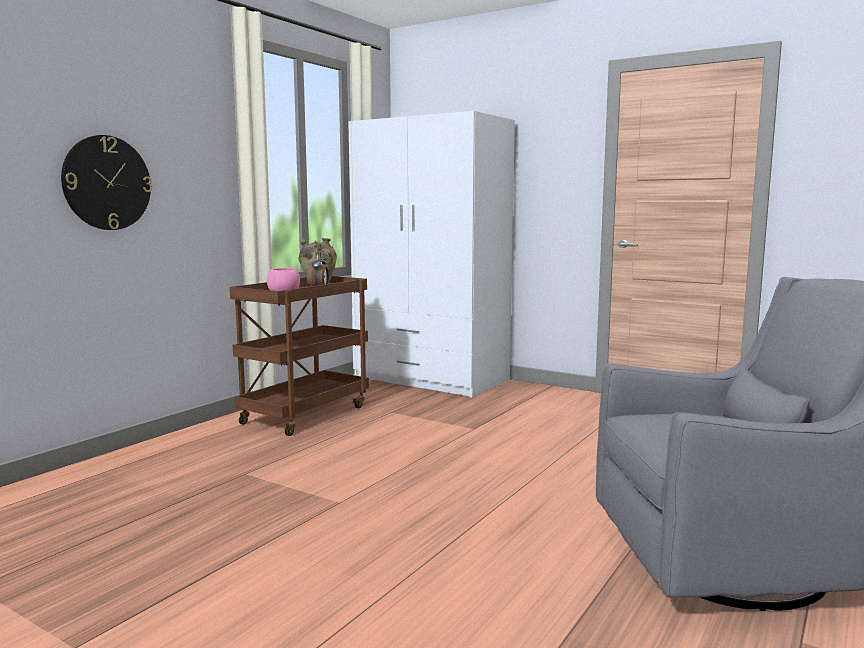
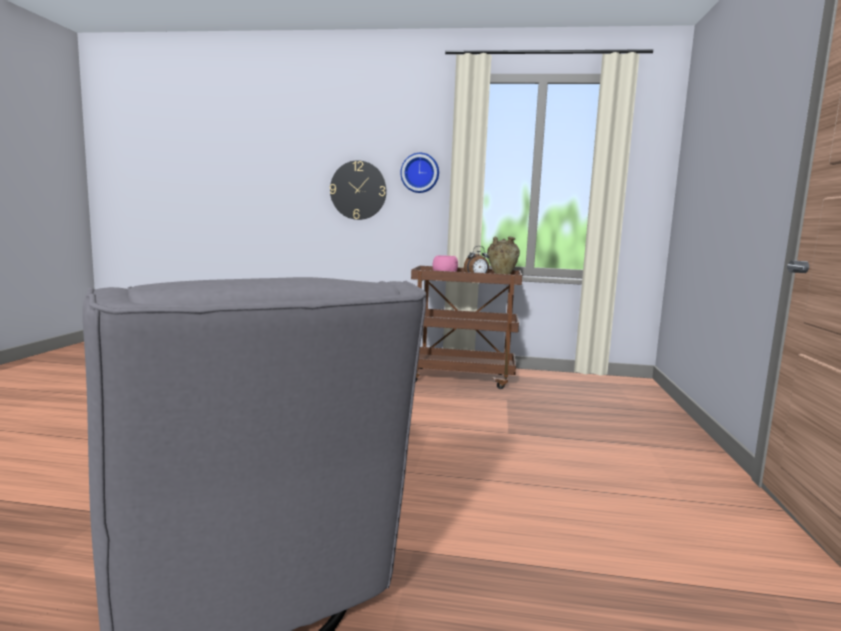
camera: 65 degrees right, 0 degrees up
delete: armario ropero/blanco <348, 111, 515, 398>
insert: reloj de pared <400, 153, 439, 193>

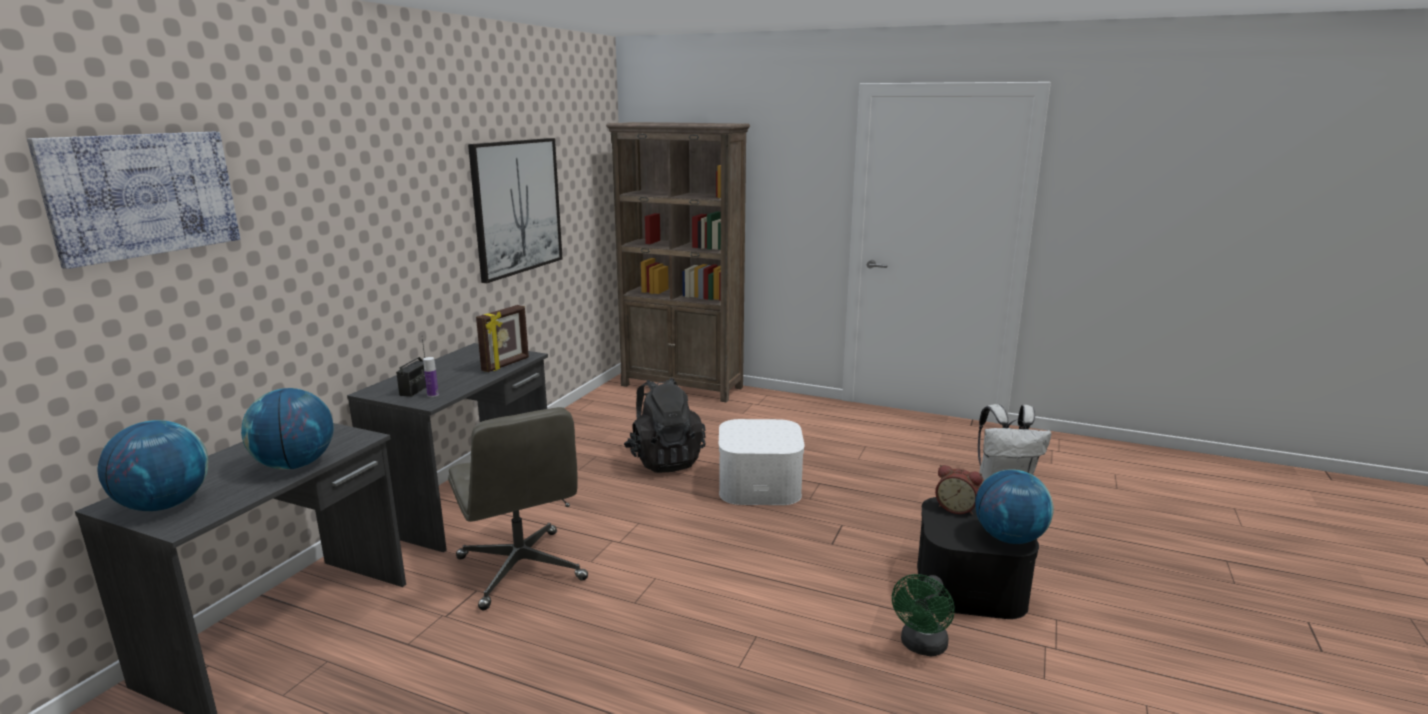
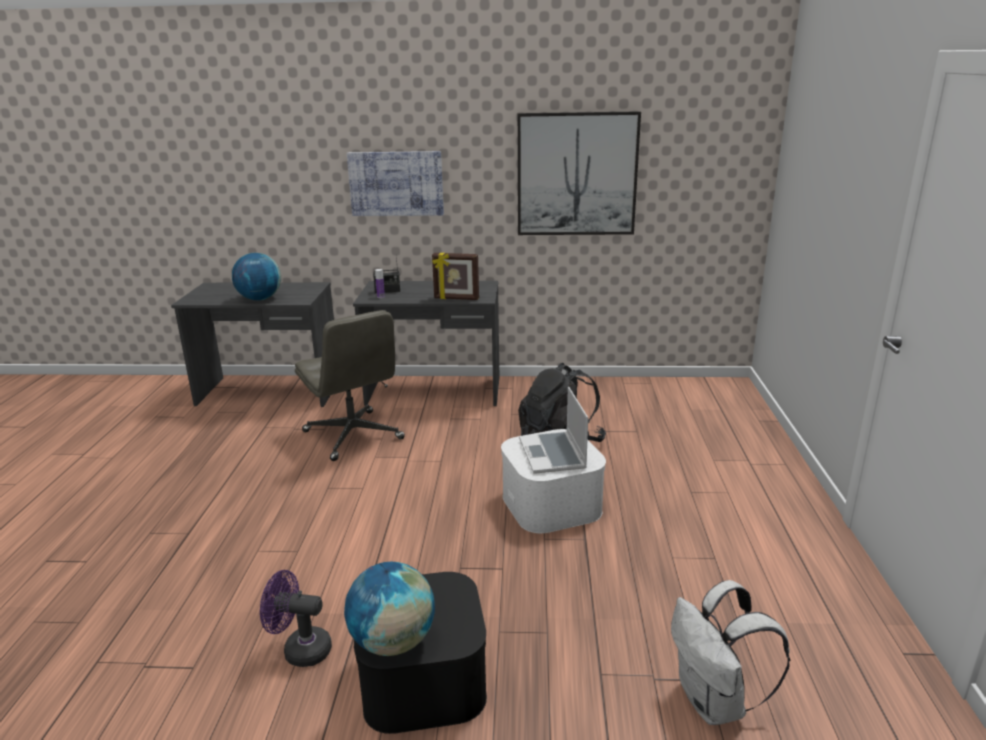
camera: 70 degrees right, 5 degrees up
delete: globo terráqueo <98, 420, 208, 511>; estantería/marrón <606, 122, 750, 402>; despertador <935, 465, 983, 515>
insert: portátil <519, 387, 588, 474>
move: cuadro <27, 132, 240, 269> to <347, 151, 444, 216>
recolor: ventilador/verde <892, 574, 955, 656> to ventilador/morado <260, 570, 332, 667>
rotate: silla de oficina/gris <448, 407, 588, 610> = <295, 310, 405, 461> 75 degrees counterclockwise

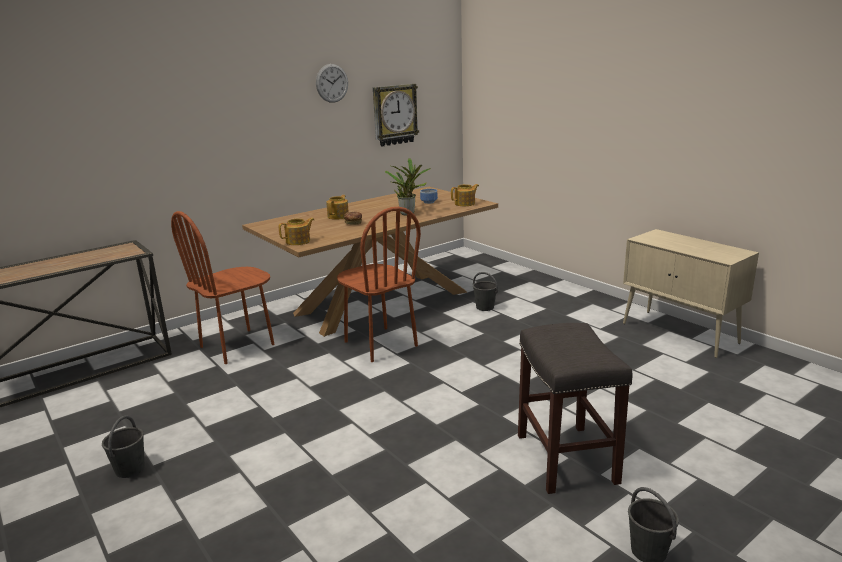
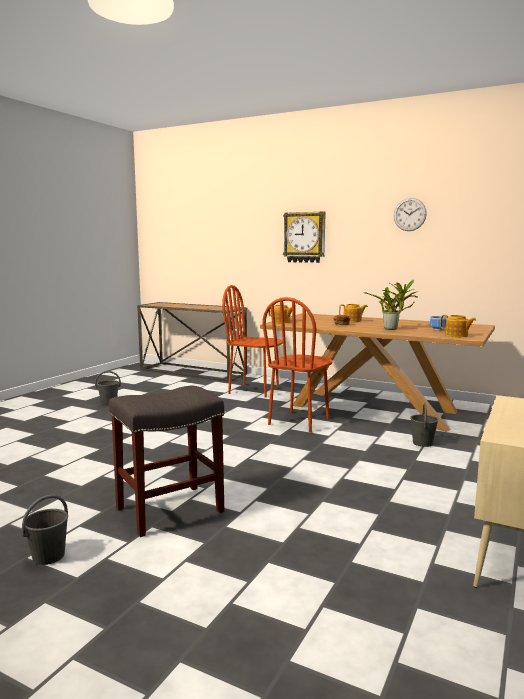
camera: 65 degrees right, 10 degrees down
move: reloj de pared <373, 84, 419, 147> to <283, 211, 326, 263>

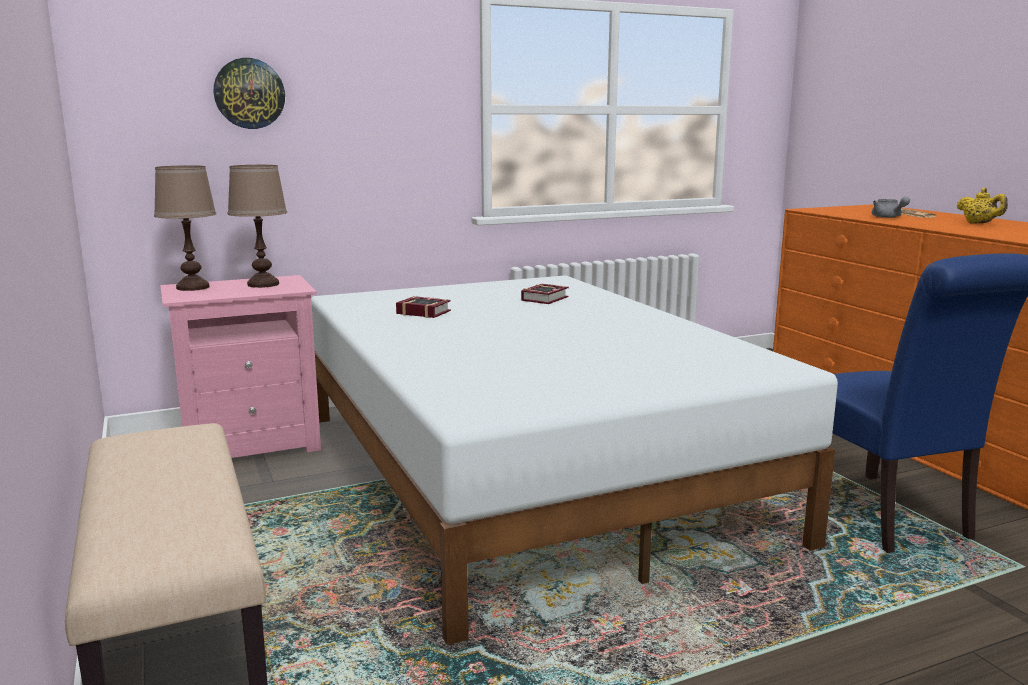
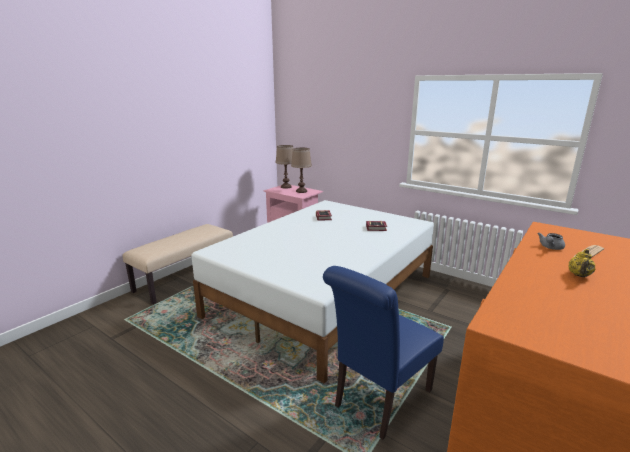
camera: 60 degrees right, 5 degrees up
delete: reloj de pared <214, 58, 285, 129>

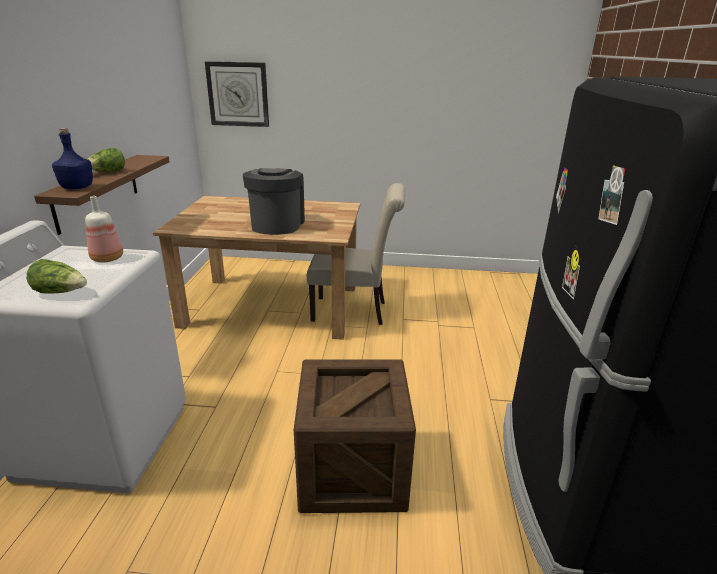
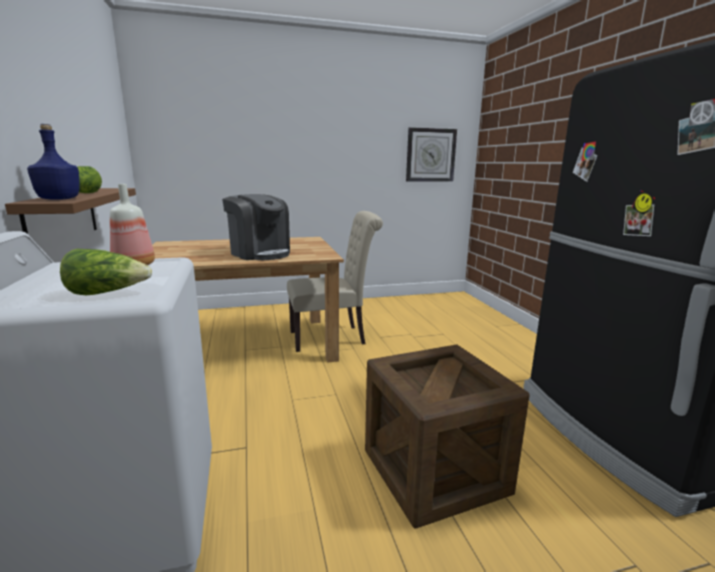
camera: 20 degrees left, 10 degrees down
move: reloj de pared <205, 61, 269, 127> to <406, 127, 457, 182>
rotate: cafetera <243, 168, 305, 235> = <222, 194, 290, 260> 150 degrees clockwise

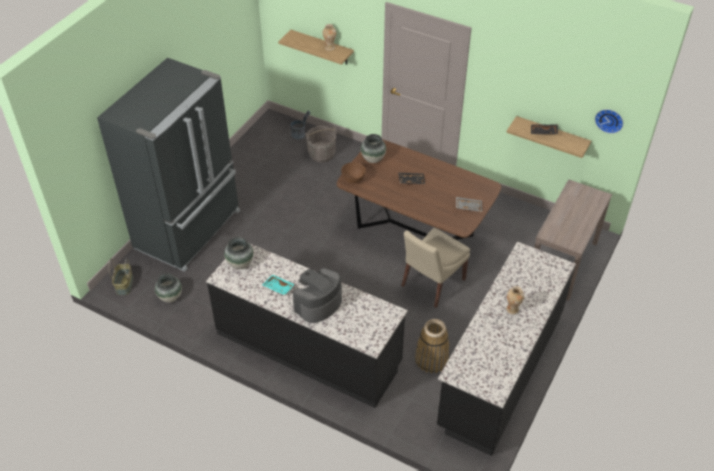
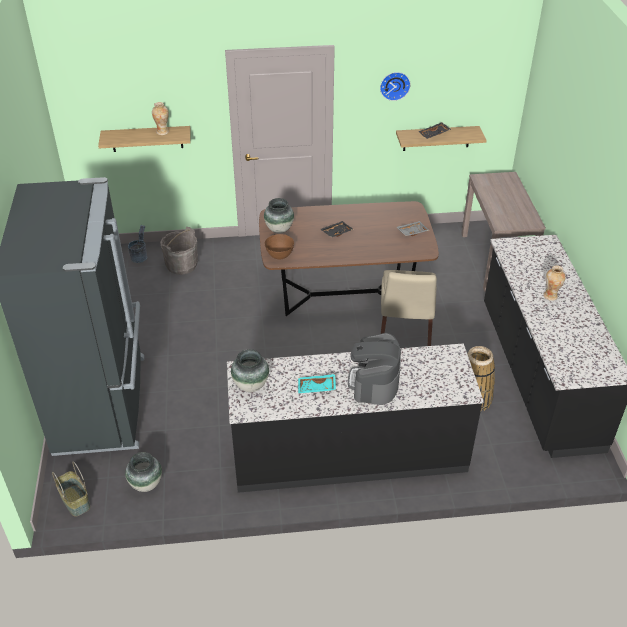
camera: 35 degrees left, 5 degrees down
move: reloj de pared <595, 109, 623, 134> to <380, 72, 411, 101>

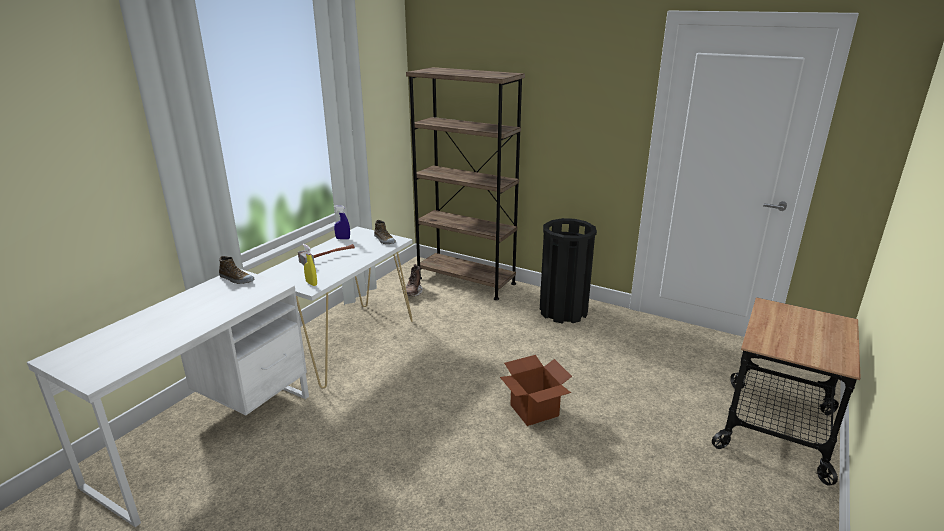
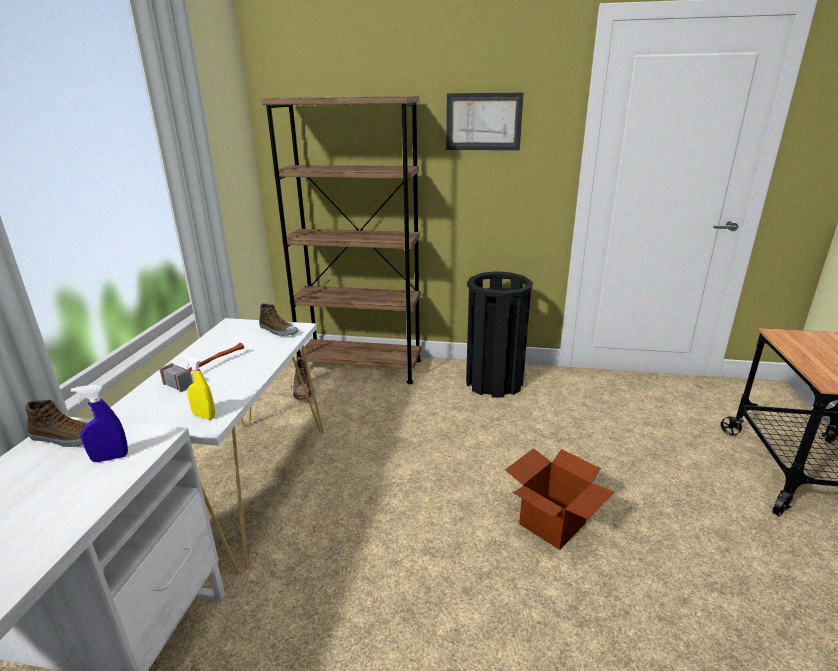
camera: 20 degrees left, 0 degrees up
insert: cuadro <446, 93, 523, 150>
move: pulverizador/azul <334, 206, 350, 239> to <71, 385, 128, 462>

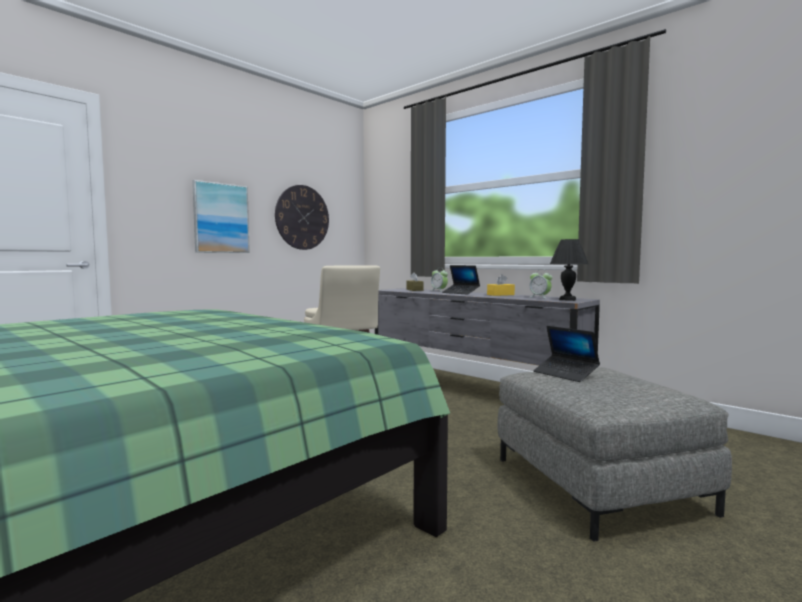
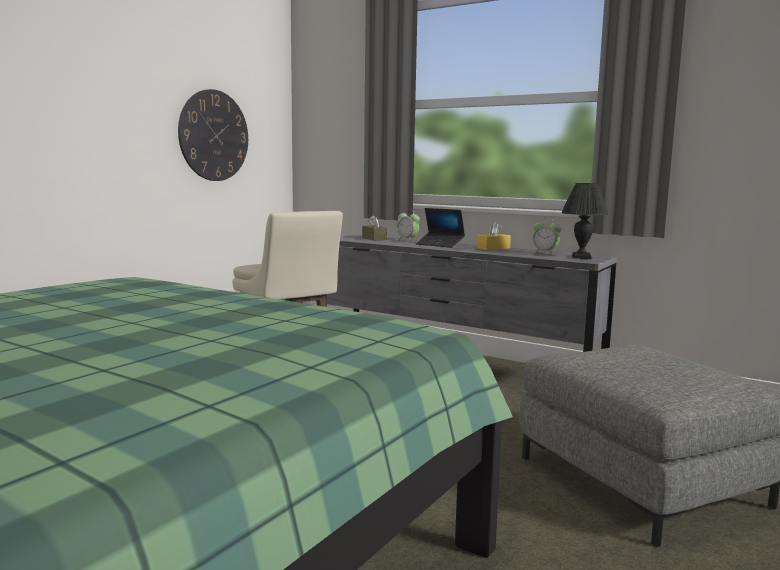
camera: 10 degrees left, 5 degrees up
delete: cuadro <192, 180, 250, 253>; portátil <533, 326, 600, 382>

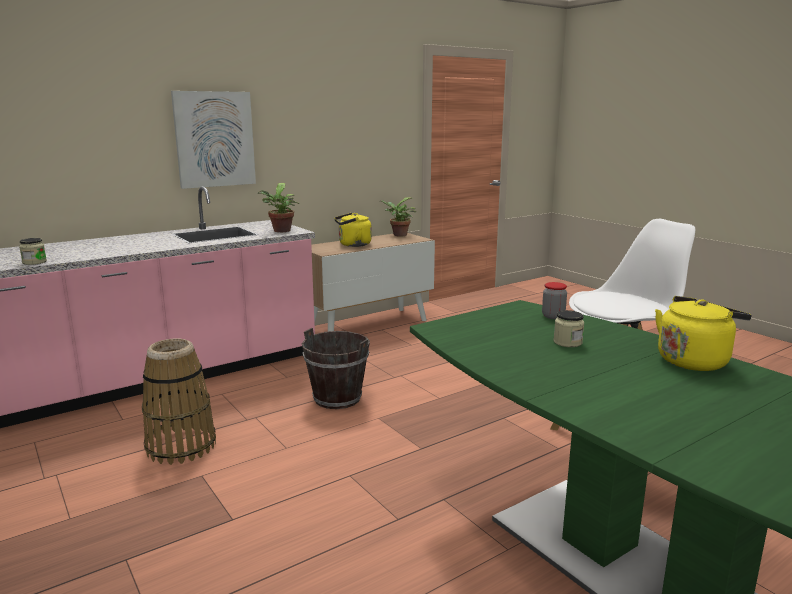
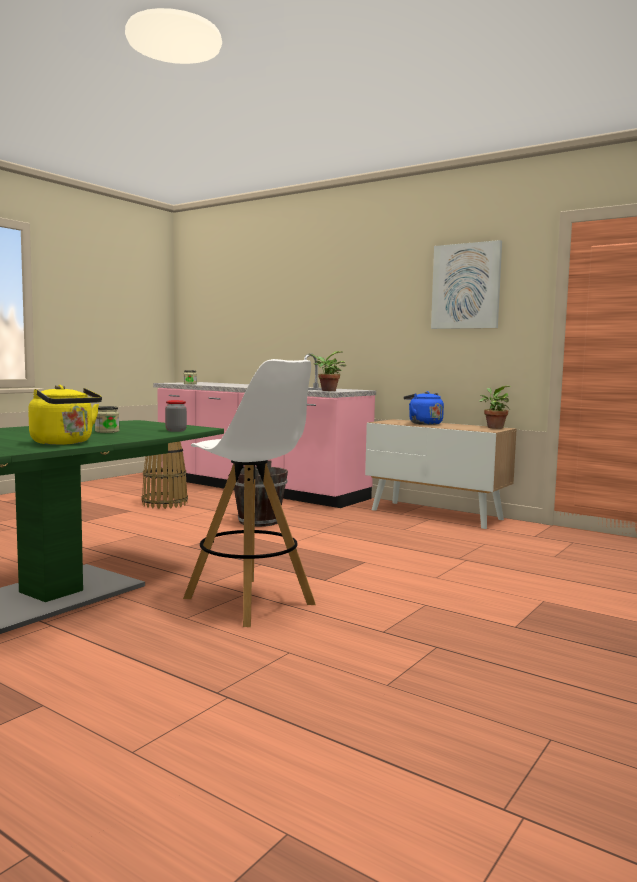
camera: 70 degrees right, 10 degrees down
move: cuadro <171, 91, 256, 189> to <431, 240, 502, 329>
recolor: hervidor/amarillo <334, 213, 372, 247> to hervidor/azul <404, 391, 444, 425>

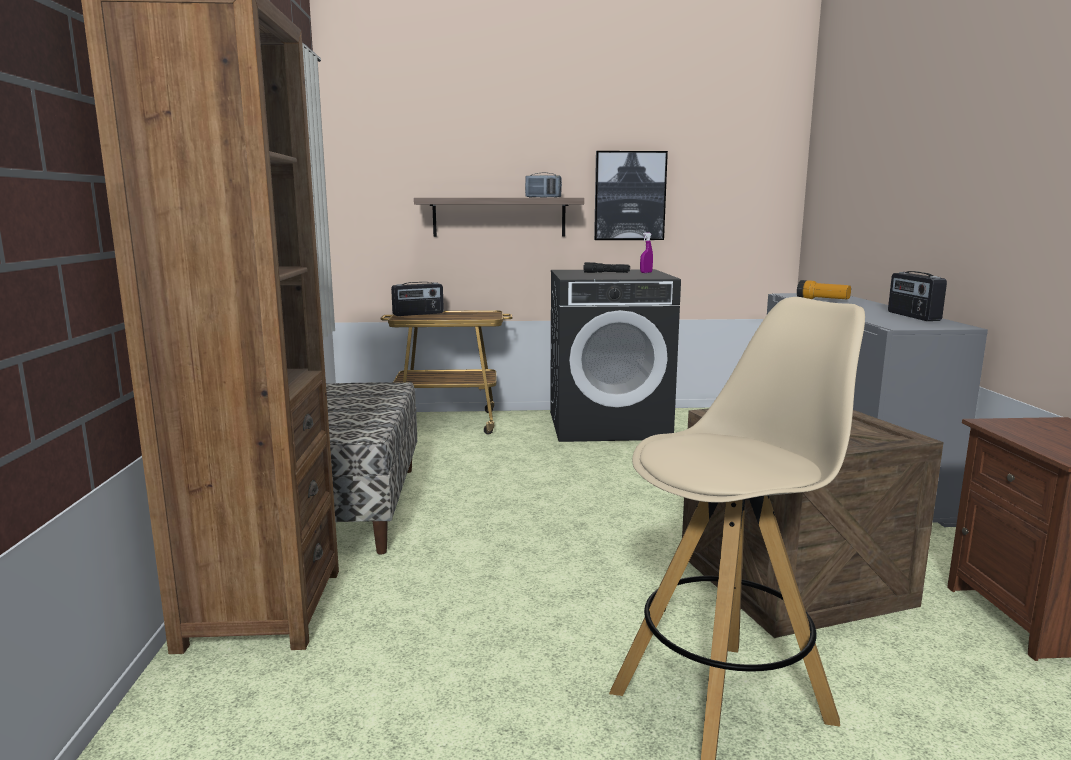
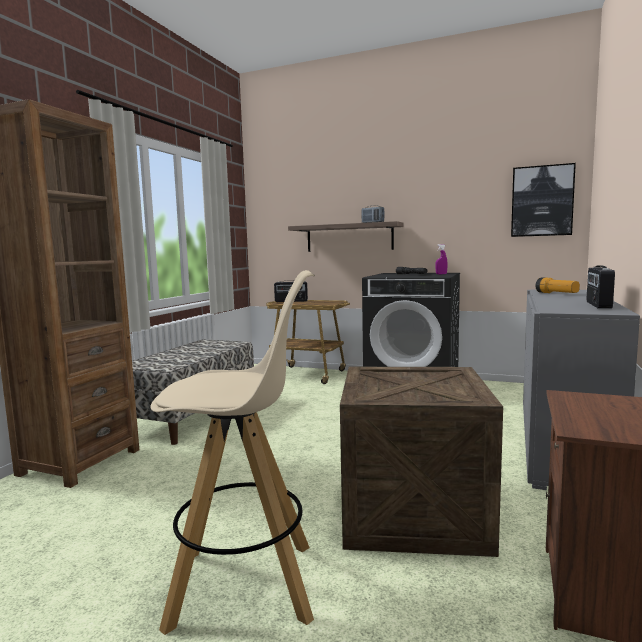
camera: 25 degrees right, 5 degrees down
move: cuadro <594, 151, 668, 240> to <511, 163, 576, 237>

